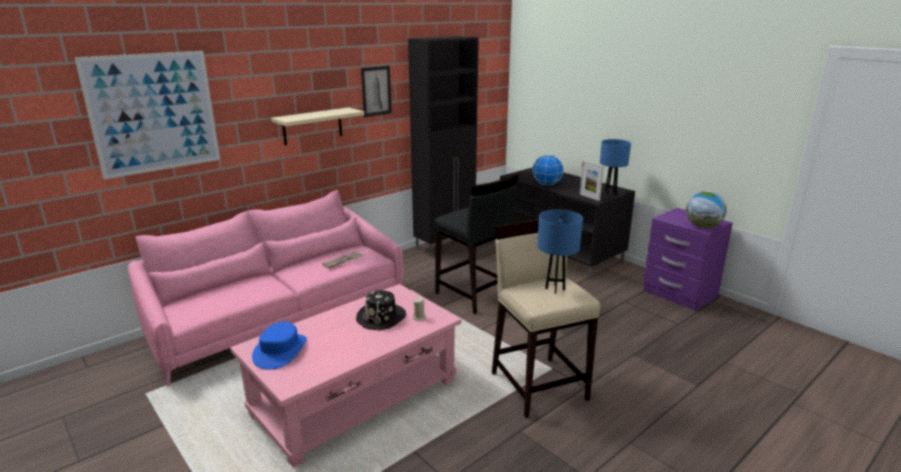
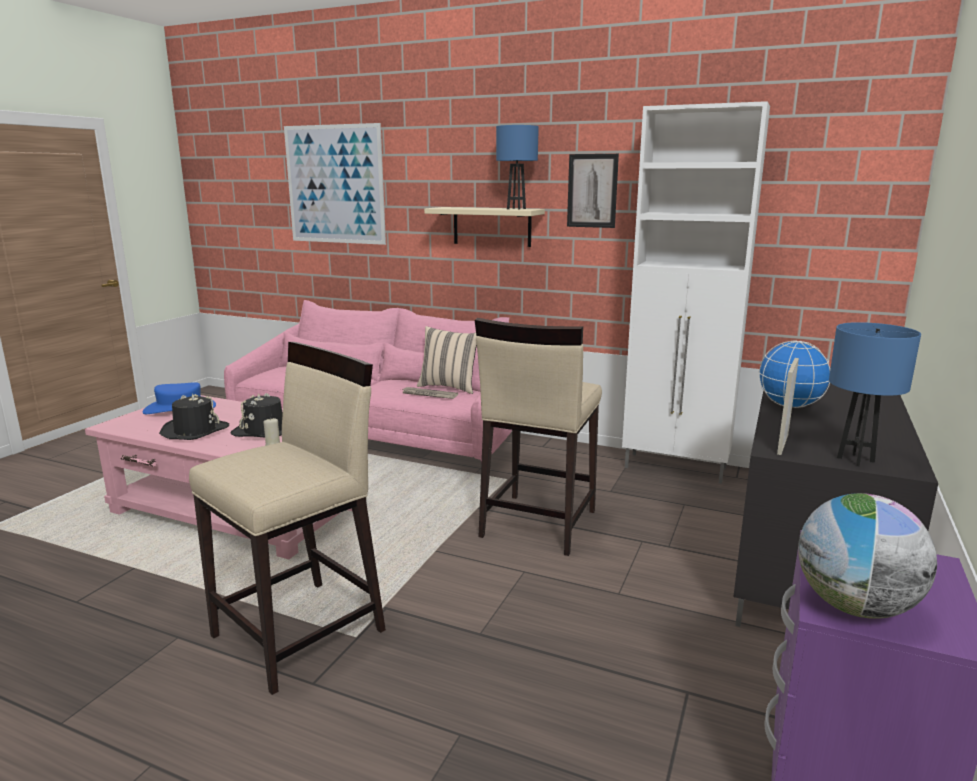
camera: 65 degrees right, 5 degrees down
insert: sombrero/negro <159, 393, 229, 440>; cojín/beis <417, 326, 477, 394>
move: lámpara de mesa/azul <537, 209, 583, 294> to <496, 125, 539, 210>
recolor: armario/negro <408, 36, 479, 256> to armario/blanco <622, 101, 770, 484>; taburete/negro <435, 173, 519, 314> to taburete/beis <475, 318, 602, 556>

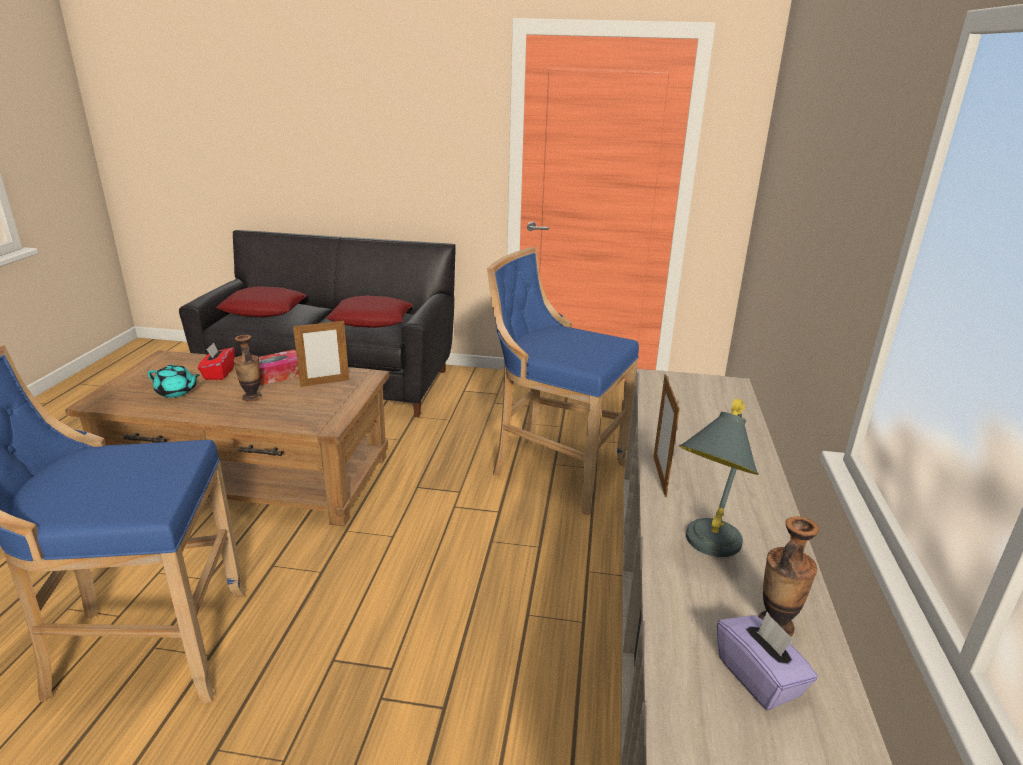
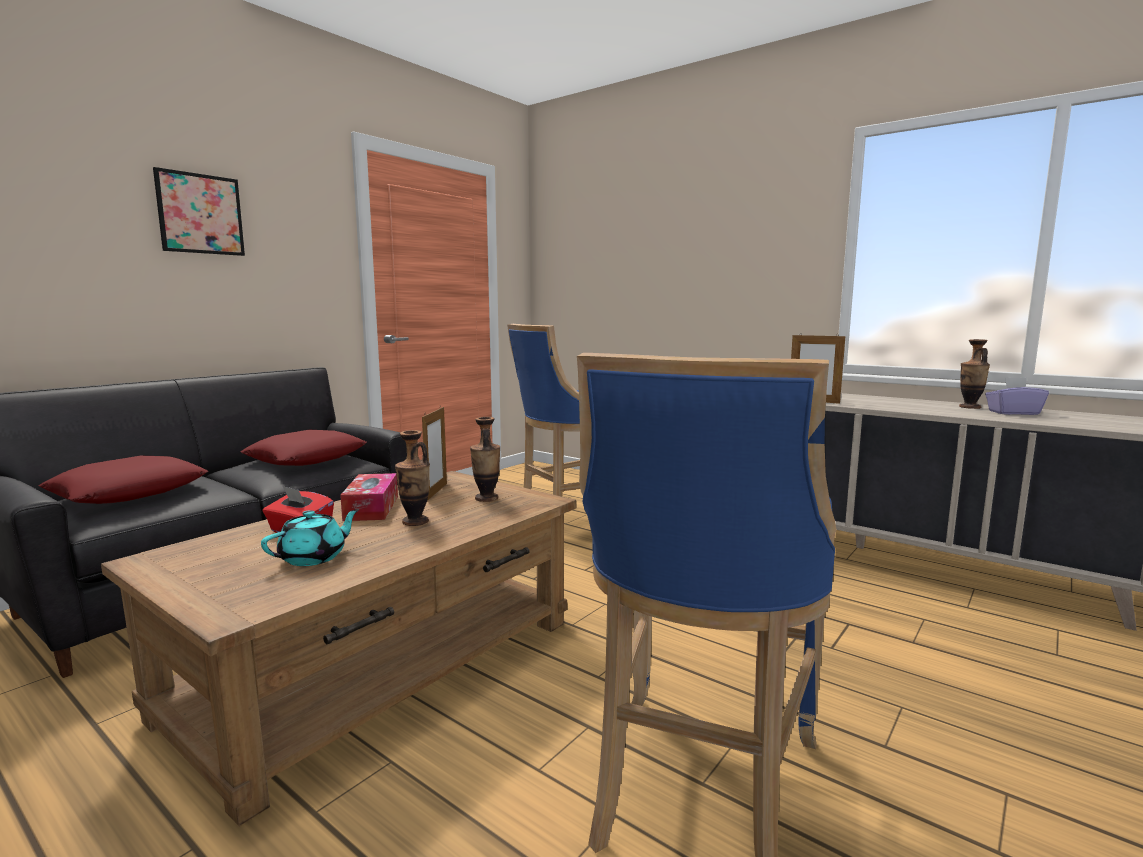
camera: 60 degrees left, 15 degrees down
delete: lámpara de mesa/gris <679, 398, 759, 557>
insert: cuadro <153, 167, 245, 256>; florero <470, 417, 500, 502>

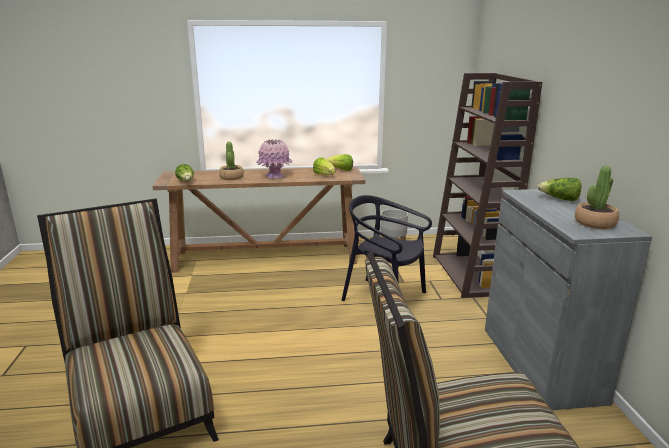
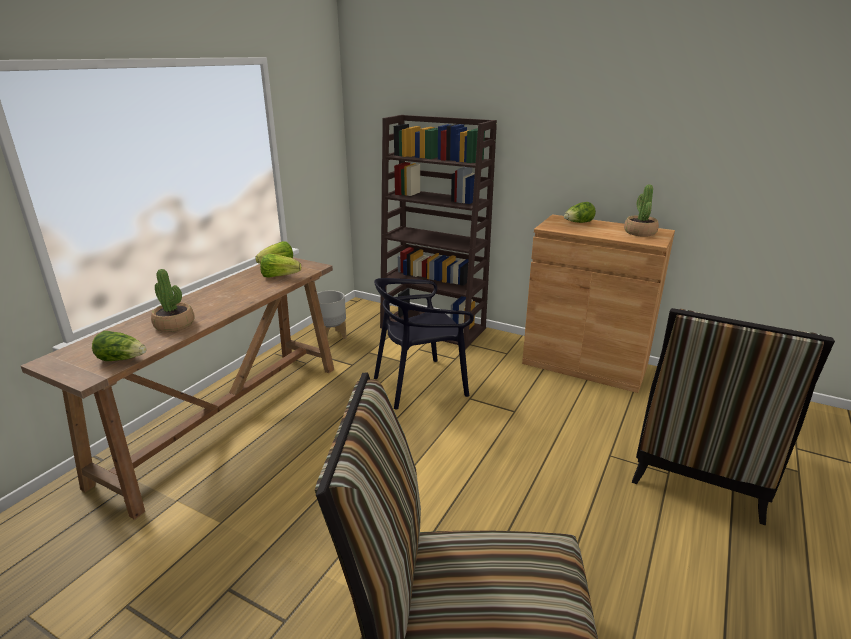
camera: 55 degrees left, 5 degrees up
delete: florero/rosa <256, 139, 292, 179>
recolor: armario/gris <485, 189, 652, 410> to armario/marrón <522, 214, 675, 393>

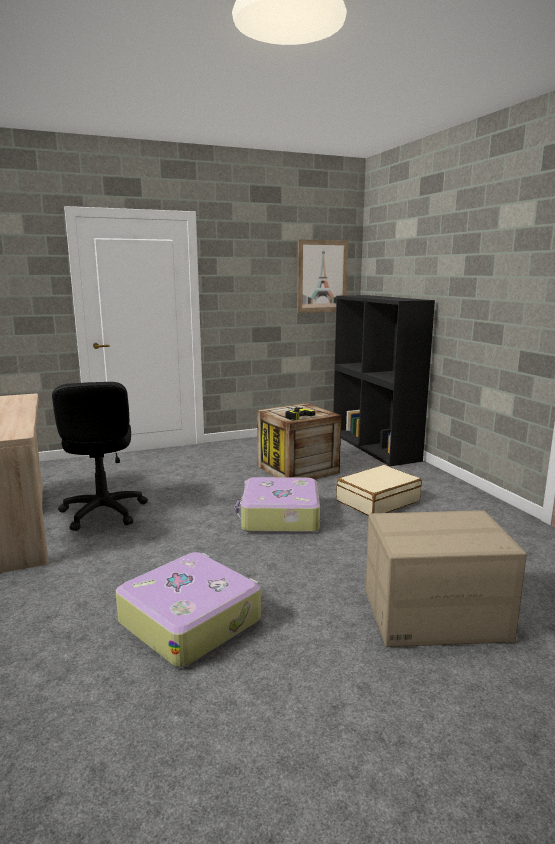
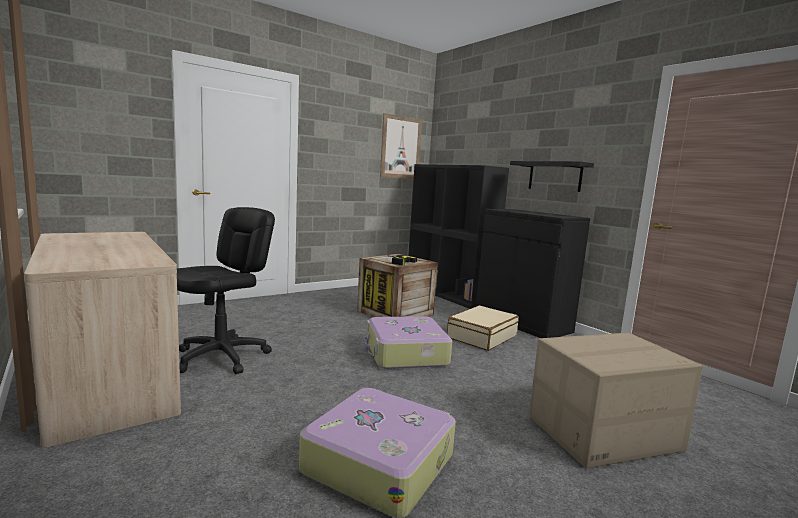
camera: 15 degrees left, 5 degrees down
insert: armario/negro <476, 209, 590, 338>; estante/negro <510, 161, 594, 192>
rotate: silla de oficina/negro <52, 382, 148, 531> = <177, 207, 275, 374> 120 degrees counterclockwise

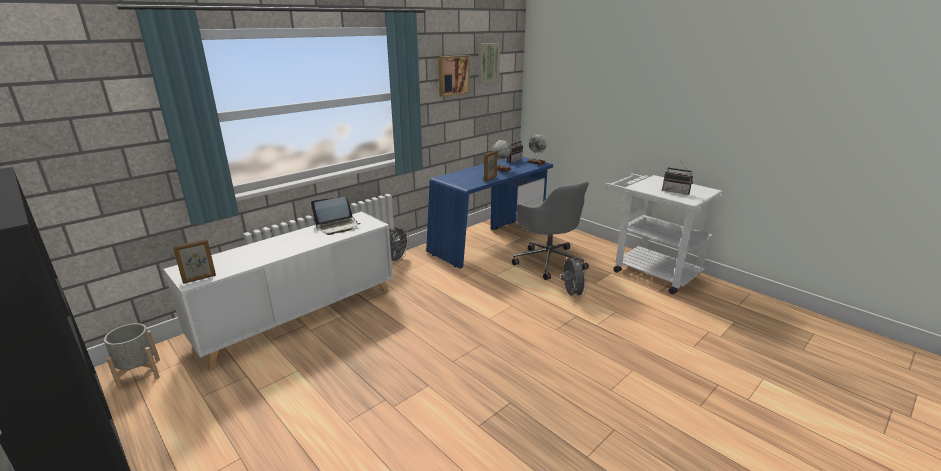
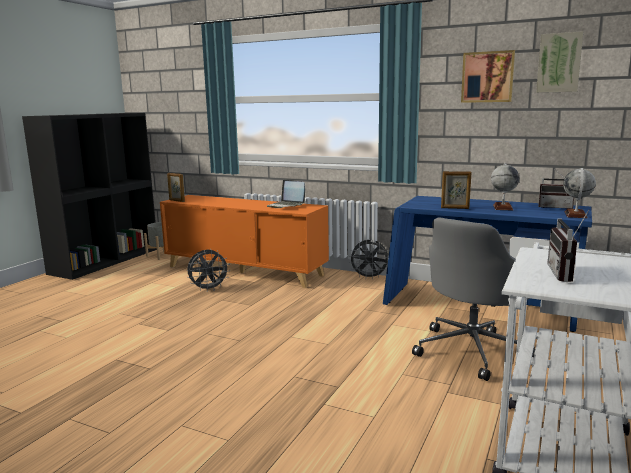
camera: 70 degrees right, 10 degrees down
move: ventilador/gris <561, 255, 588, 298> to <187, 250, 230, 292>
recolor: armario/blanco <164, 212, 393, 370> to armario/naranja <160, 195, 329, 288>

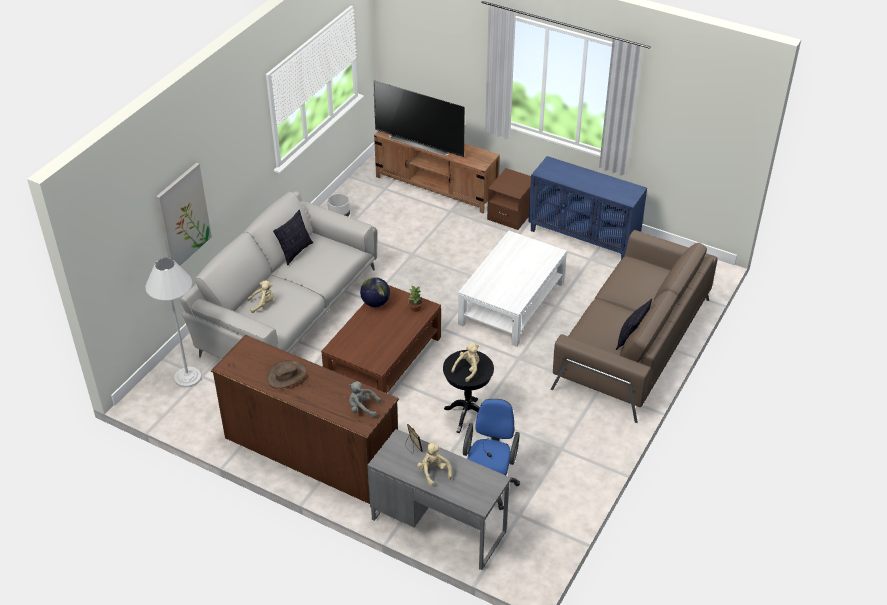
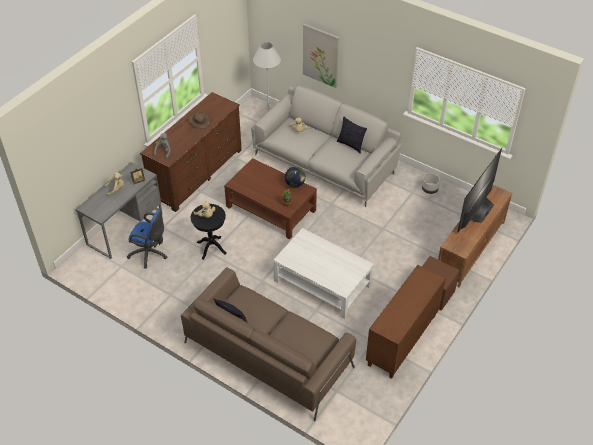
camera: 95 degrees right, 5 degrees up
recolor: armario/azul <528, 156, 647, 260> to armario/marrón <366, 265, 446, 379>

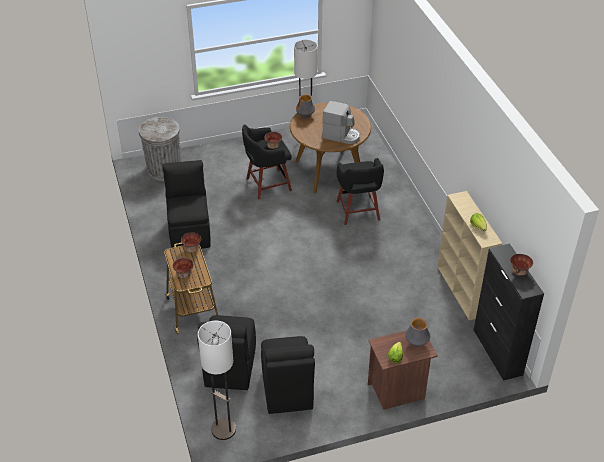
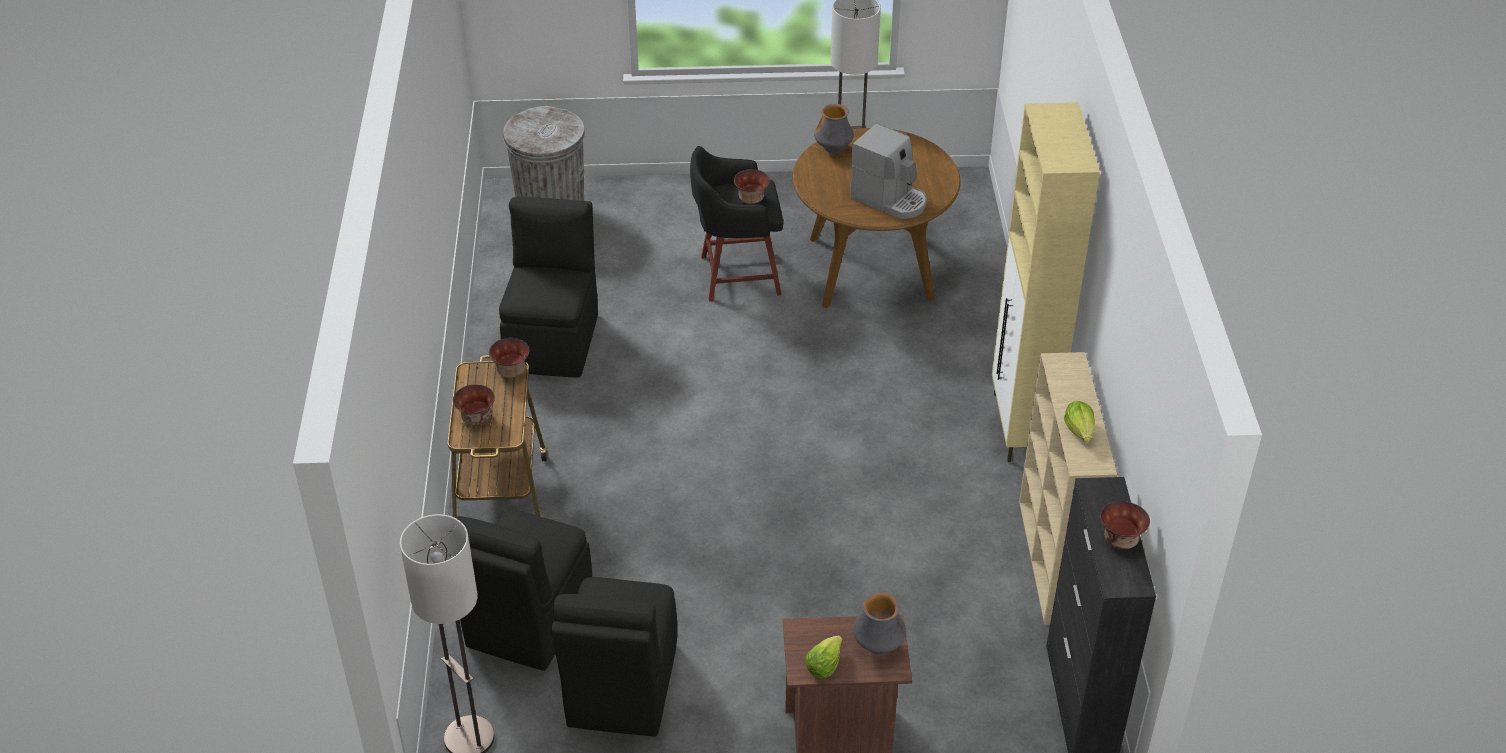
camera: 15 degrees right, 0 degrees up
delete: taburete/negro <336, 158, 384, 225>
insert: armario/beis <992, 102, 1100, 462>

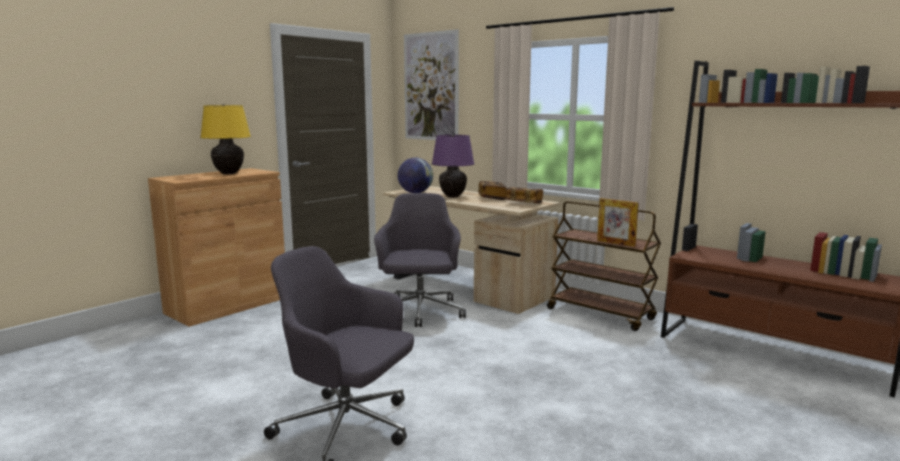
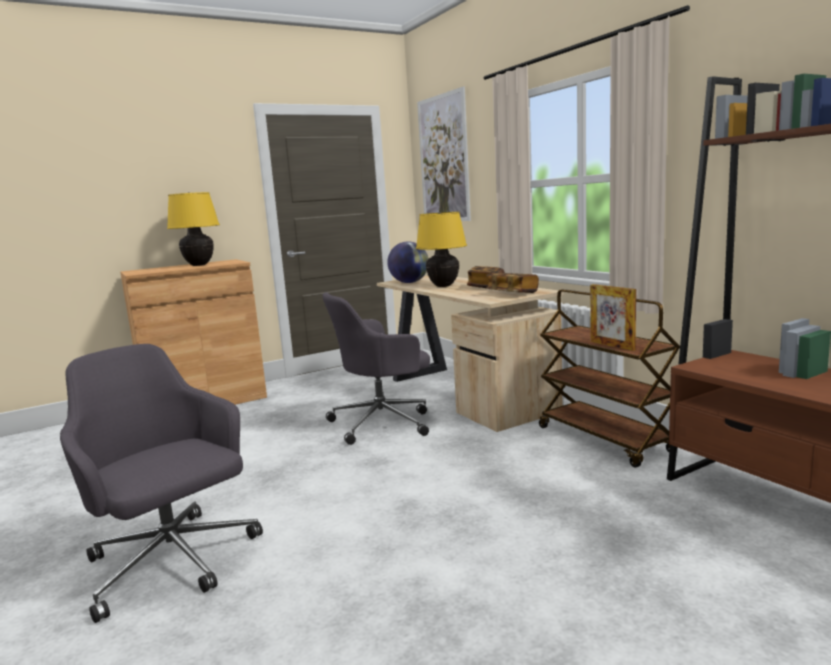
camera: 20 degrees right, 0 degrees up
recolor: lámpara de mesa/morado <431, 135, 475, 197> to lámpara de mesa/amarillo <416, 212, 467, 287>
rotate: silla de oficina/gris <374, 193, 466, 327> = <322, 292, 430, 445> 135 degrees counterclockwise

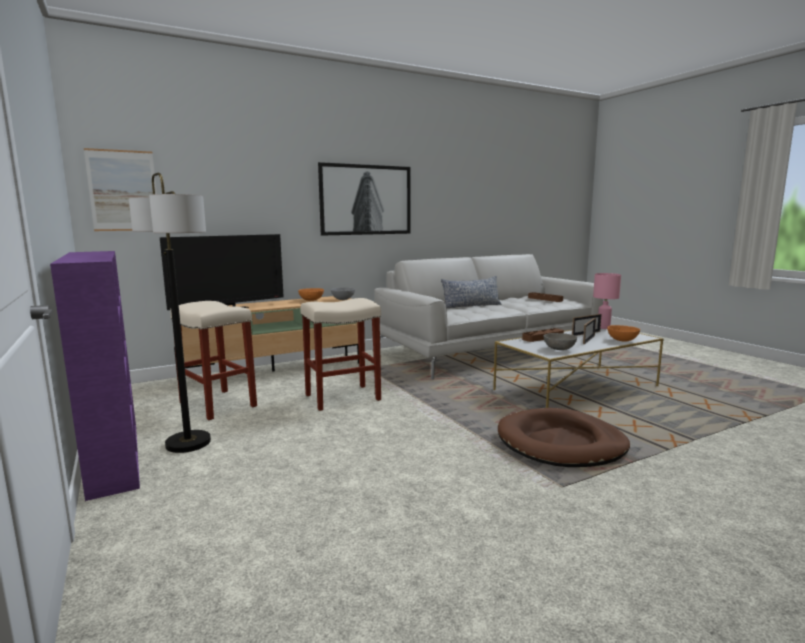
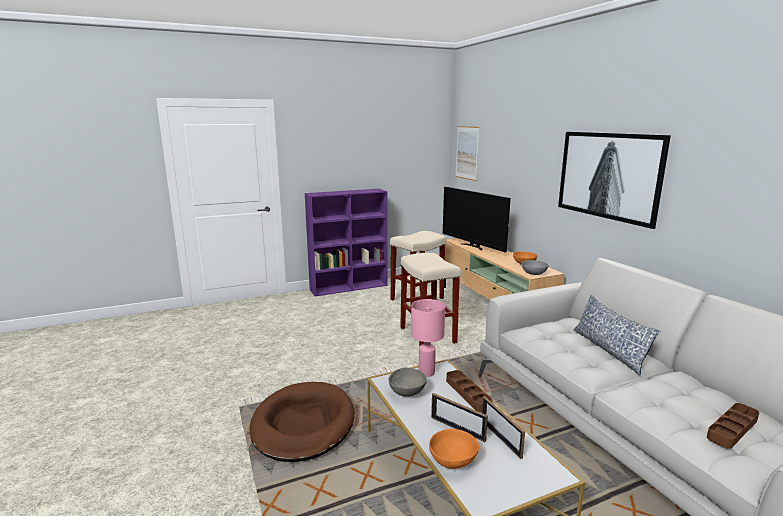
camera: 95 degrees right, 5 degrees up
delete: lámpara de pie <129, 173, 211, 453>
move: lámpara de mesa/rosa <593, 273, 621, 329> to <411, 299, 445, 377>

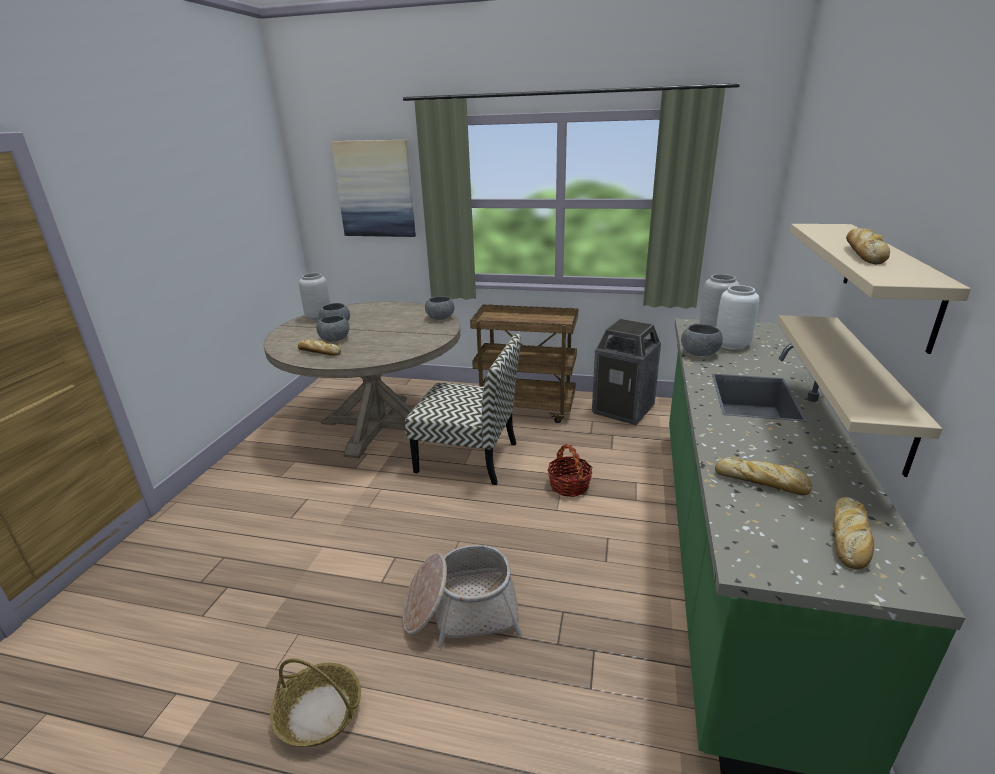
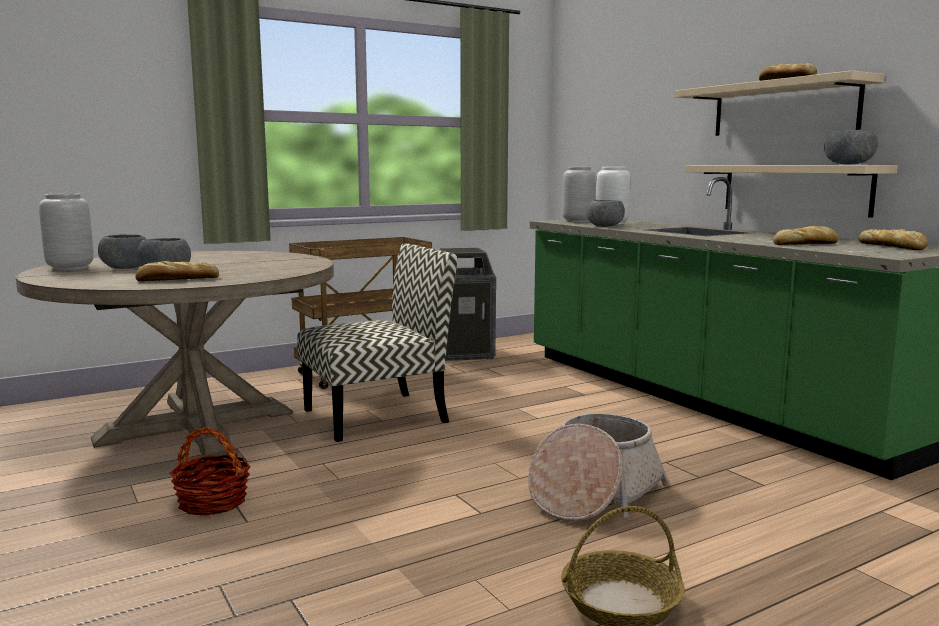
camera: 45 degrees left, 15 degrees down
delete: cuadro <331, 139, 416, 237>
move: cuenco/gris <425, 296, 454, 320> to <824, 130, 878, 164>; cesta <547, 444, 593, 497> to <170, 426, 250, 515>

